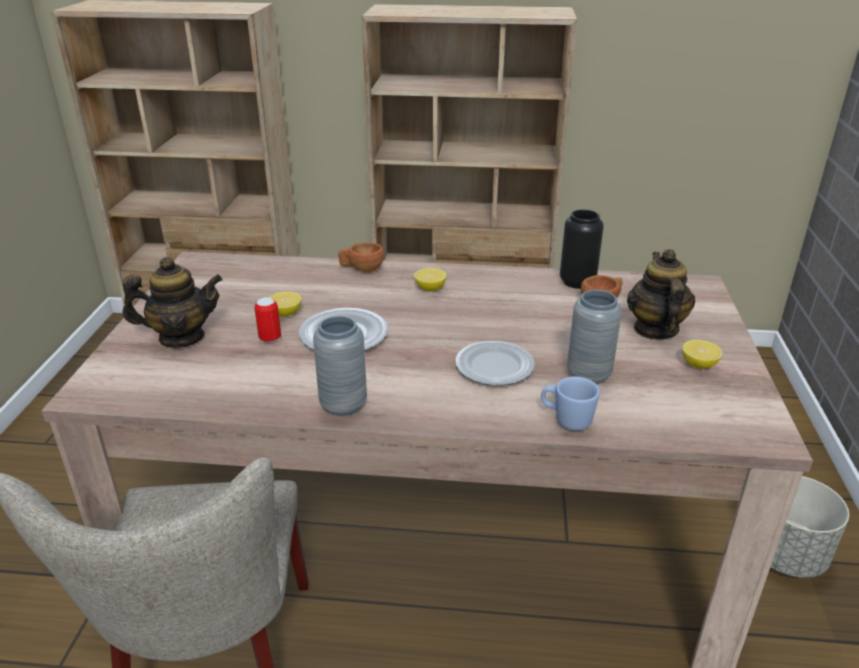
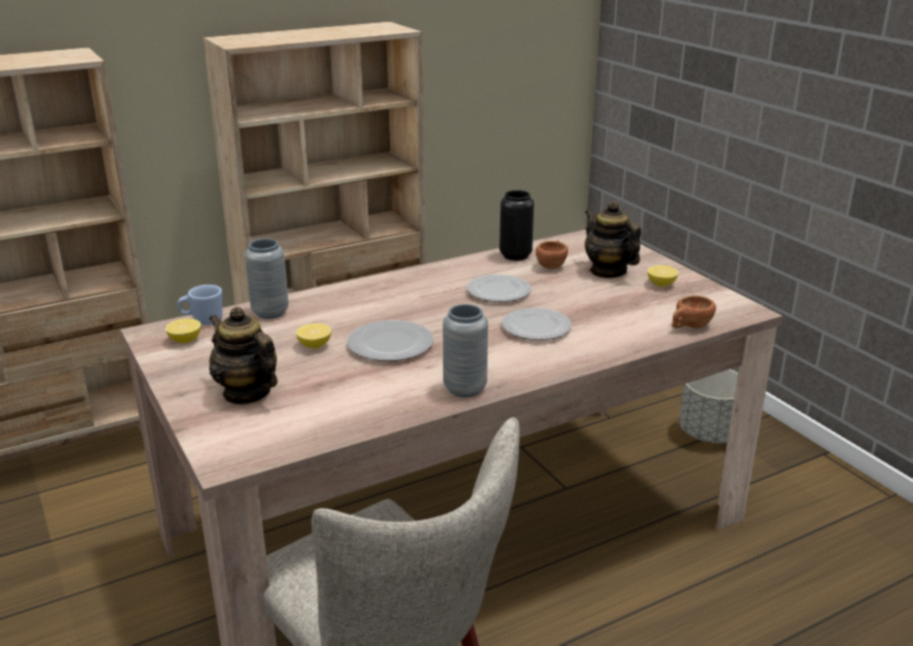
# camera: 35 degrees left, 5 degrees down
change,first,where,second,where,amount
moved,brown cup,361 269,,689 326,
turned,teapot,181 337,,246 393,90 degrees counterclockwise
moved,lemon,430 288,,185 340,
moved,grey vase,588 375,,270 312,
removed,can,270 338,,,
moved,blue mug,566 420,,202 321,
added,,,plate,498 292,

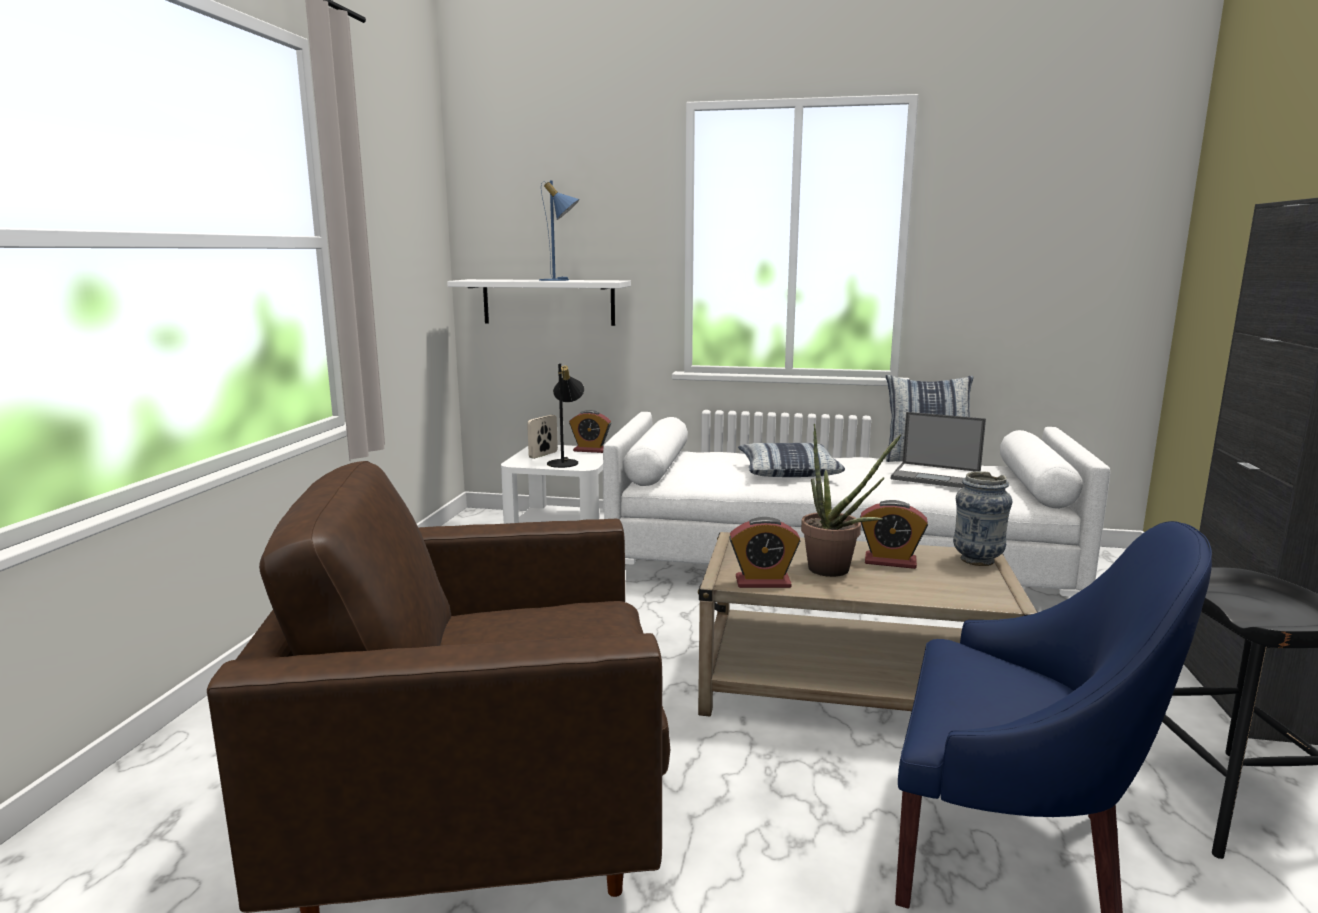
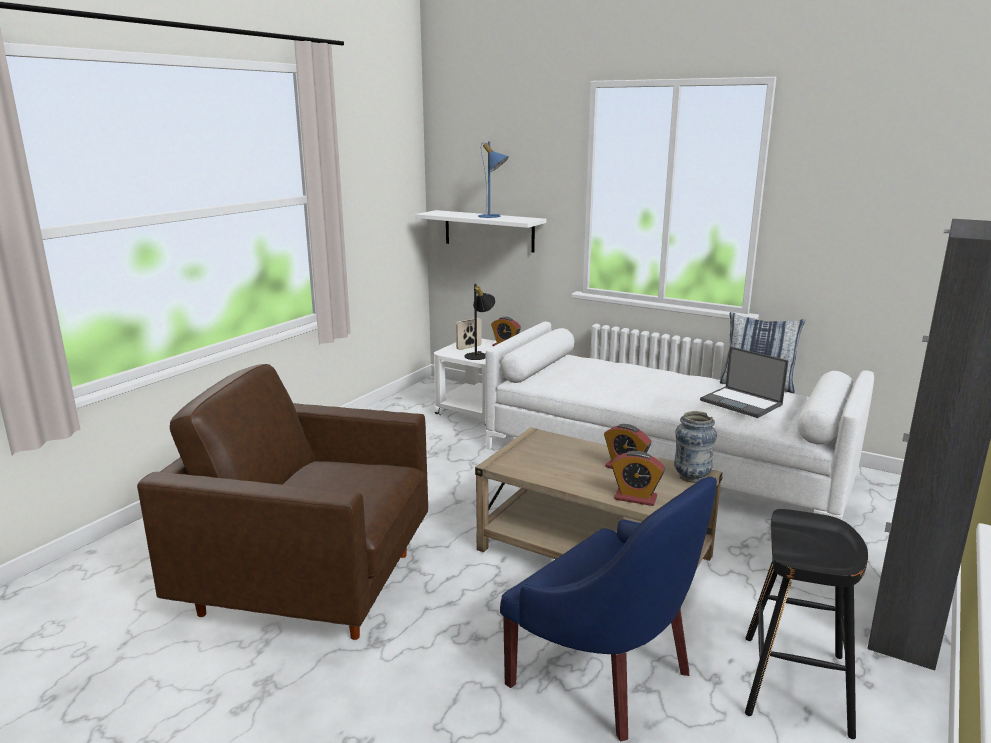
# camera: 20 degrees right, 5 degrees up
change,first,where,second,where,amount
removed,potted plant,836 572,,,
removed,pillow,788 471,,,
moved,alarm clock,763 582,,635 498,

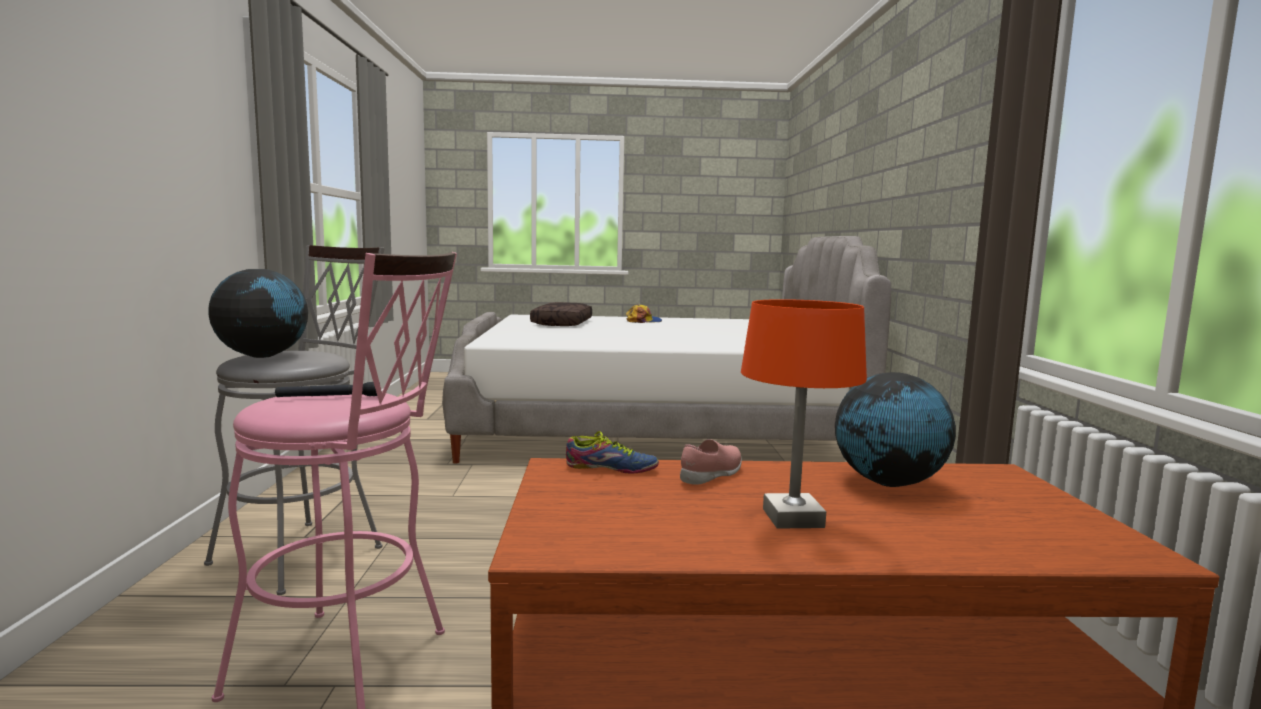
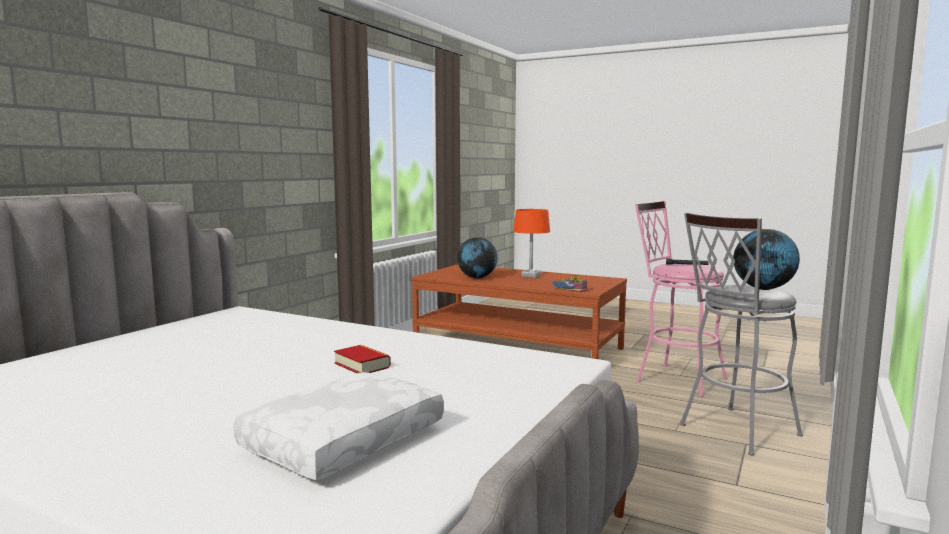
# camera: 150 degrees left, 0 degrees up
change,first,where,second,where,amount
recoloured,brown pillow,563 323,white pillow,344 440,
removed,cap,643 321,,,
removed,pink shoe,712 475,,,
added,,,book,362 365,

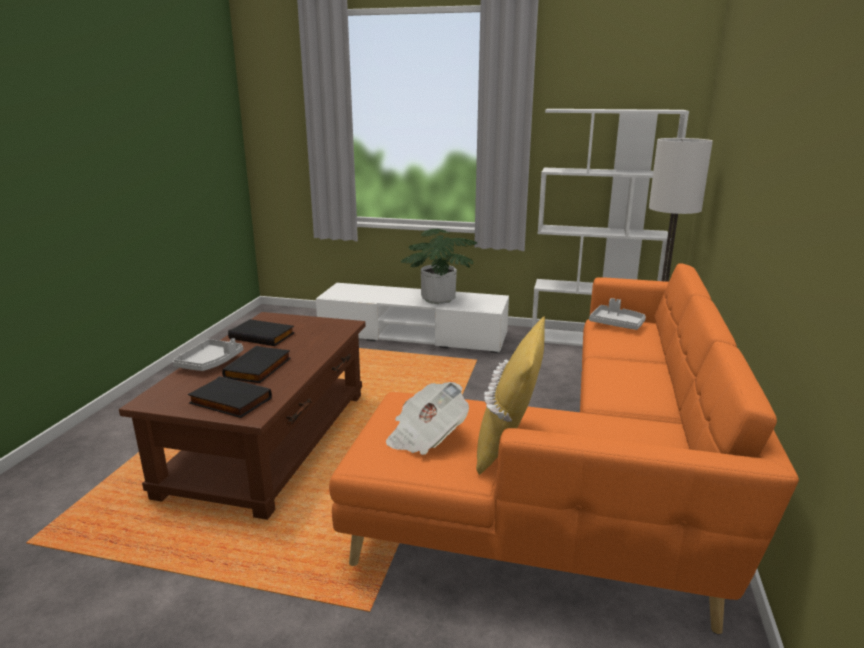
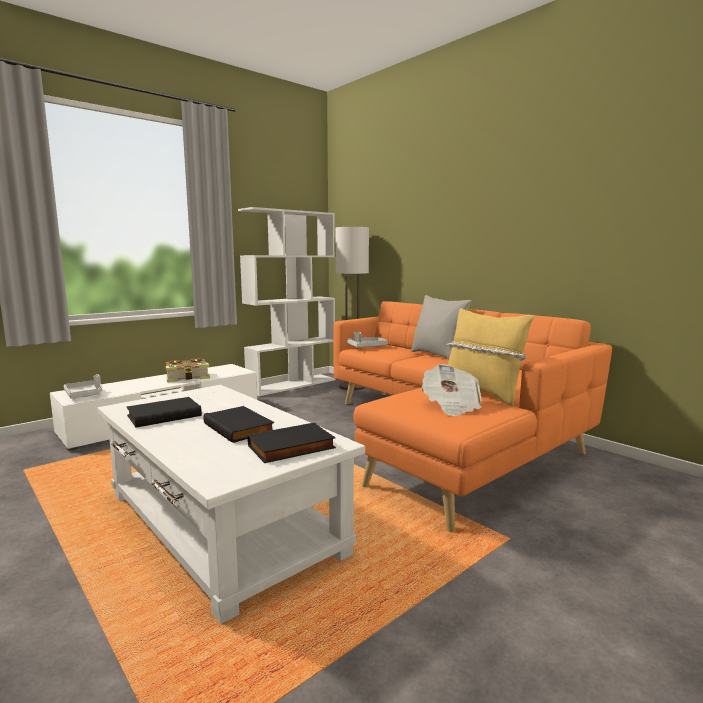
# camera: 55 degrees left, 10 degrees down
change,first,where,second,where,amount
replaced,potted plant,438 299,book,188 377,
recoloured,brown coffee table,269 441,white coffee table,221 523,
moved,grey tray,210 363,,85 395,
added,,,grey pillow,437 355,

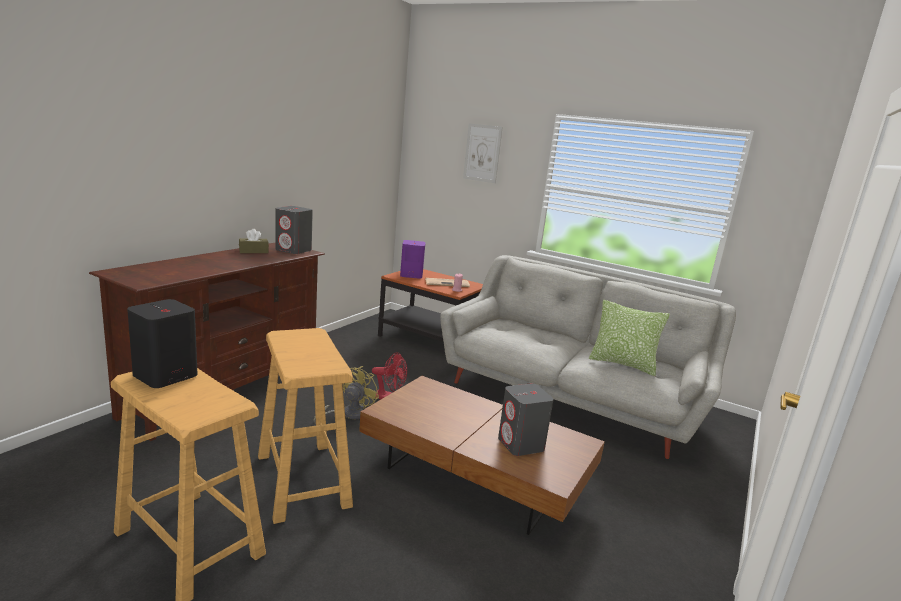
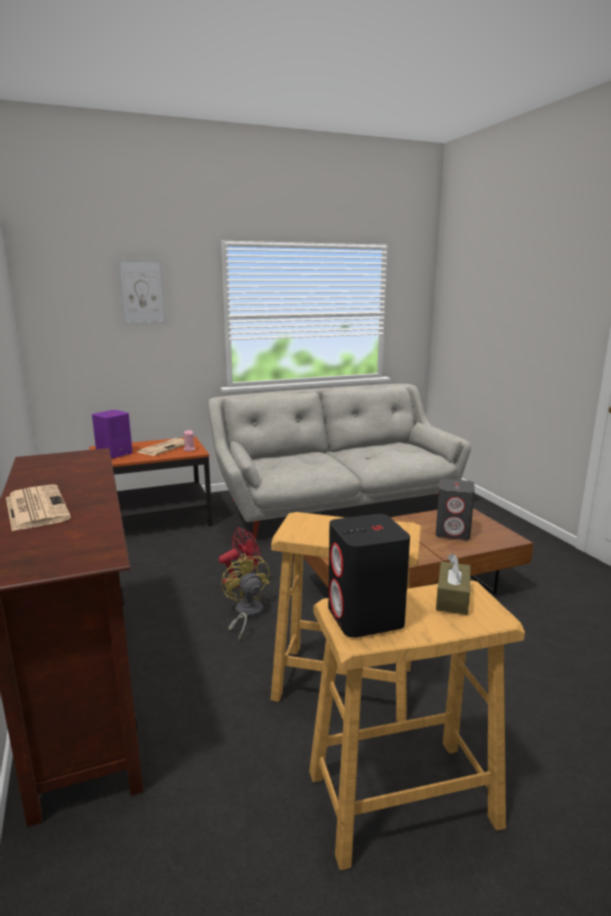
# camera: 50 degrees left, 0 degrees up
change,first,where,second,where,amount
removed,grey speaker,294 250,,,
moved,brown tissue box,253 251,,452 597,
removed,pillow,622 364,,,
added,,,newspaper,35 508,

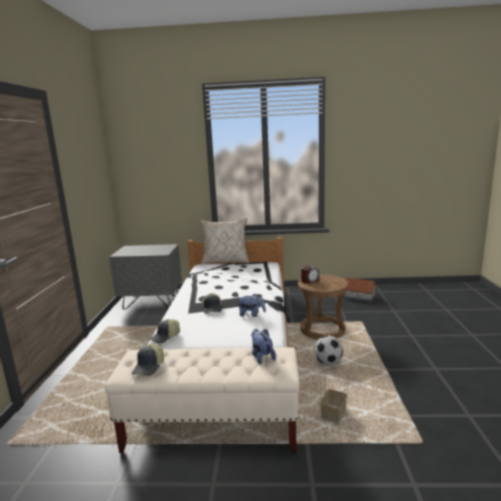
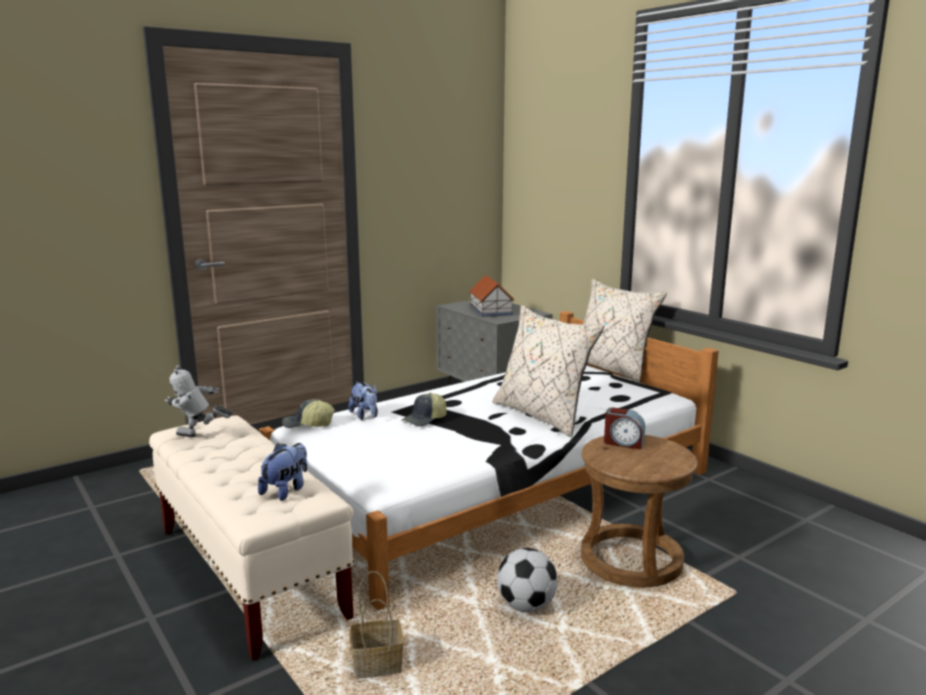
# camera: 50 degrees right, 0 degrees up
change,first,where,second,where,amount
moved,toy house,359 296,,490 310,
moved,plush toy,251 314,,365 416,
replaced,cap,149 367,toy robot,199 437,
added,,,beige pillow,543 415,

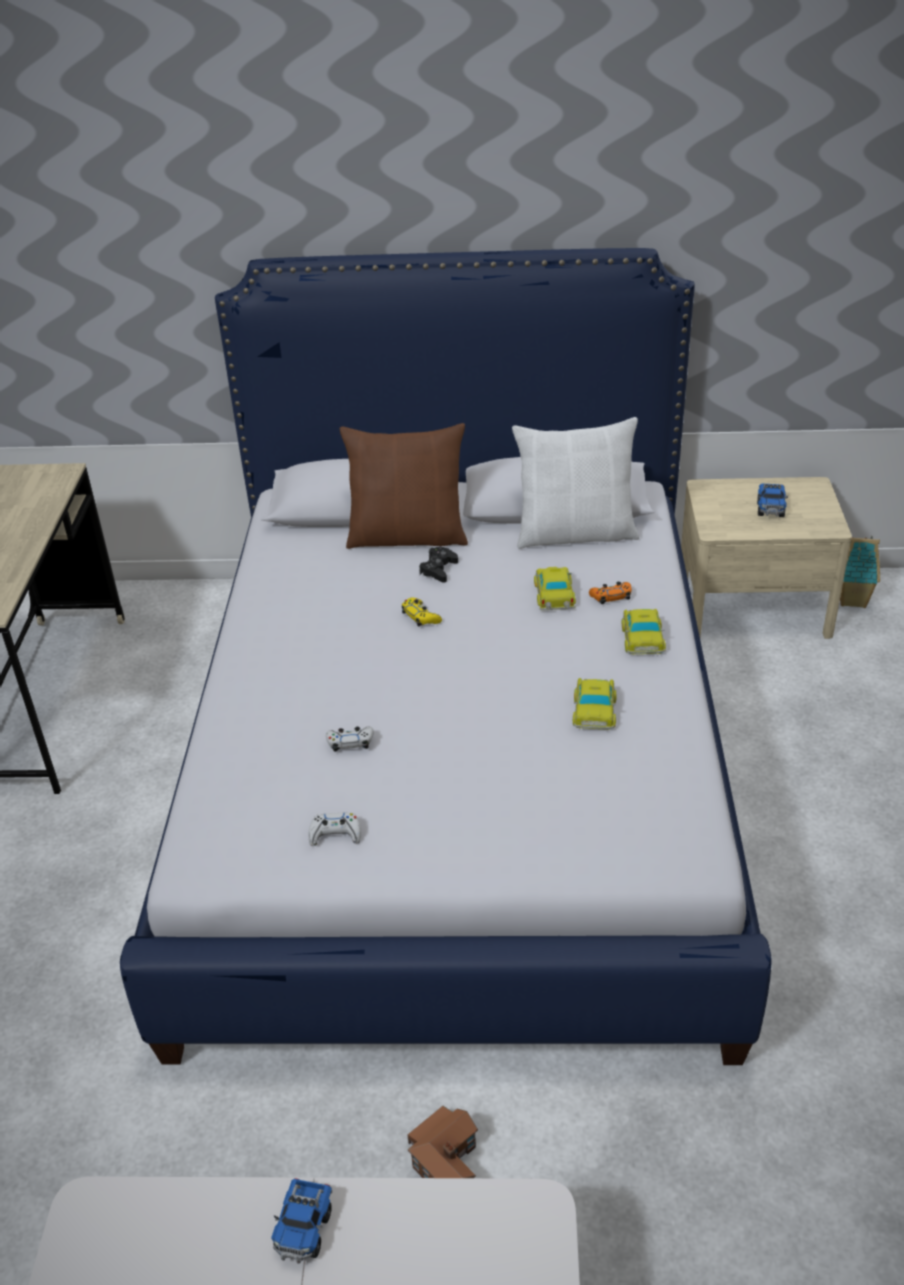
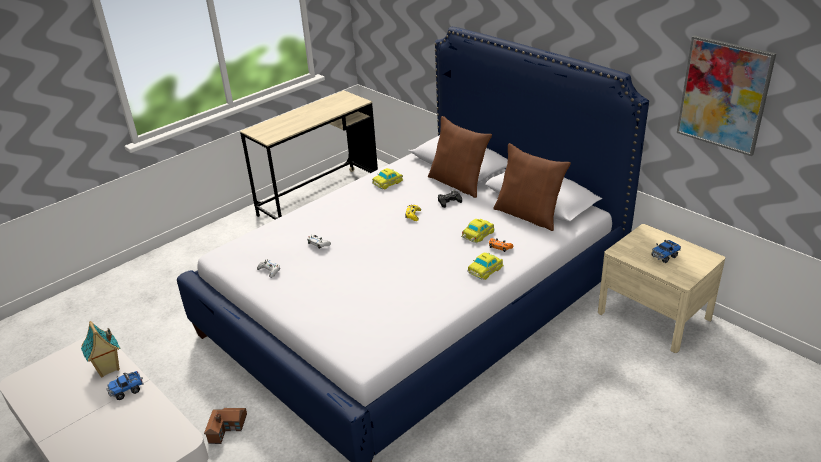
# camera: 45 degrees right, 5 degrees down
change,first,where,second,where,amount
recoloured,white pillow,575 533,brown pillow,528 215,
moved,toy house,854 600,,108 369,
moved,toy car,594 709,,388 182,
added,,,picture,724 95,

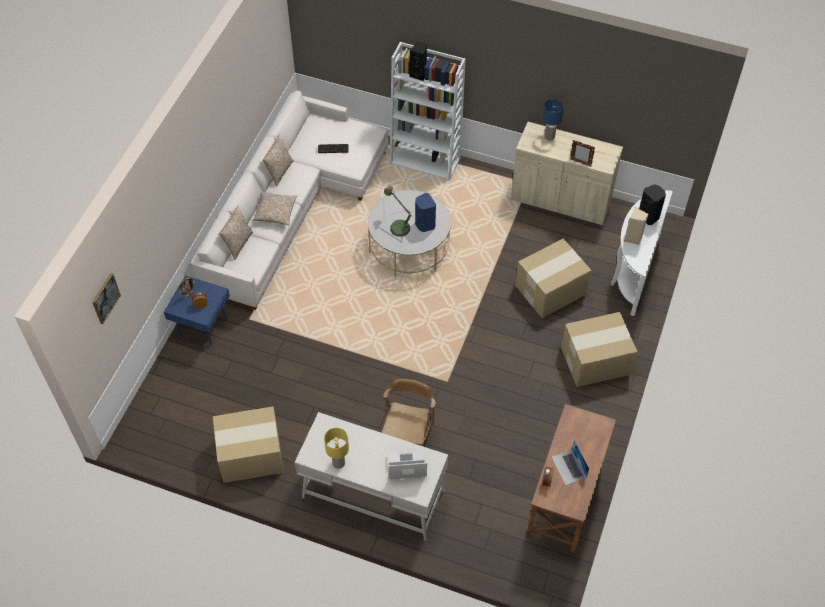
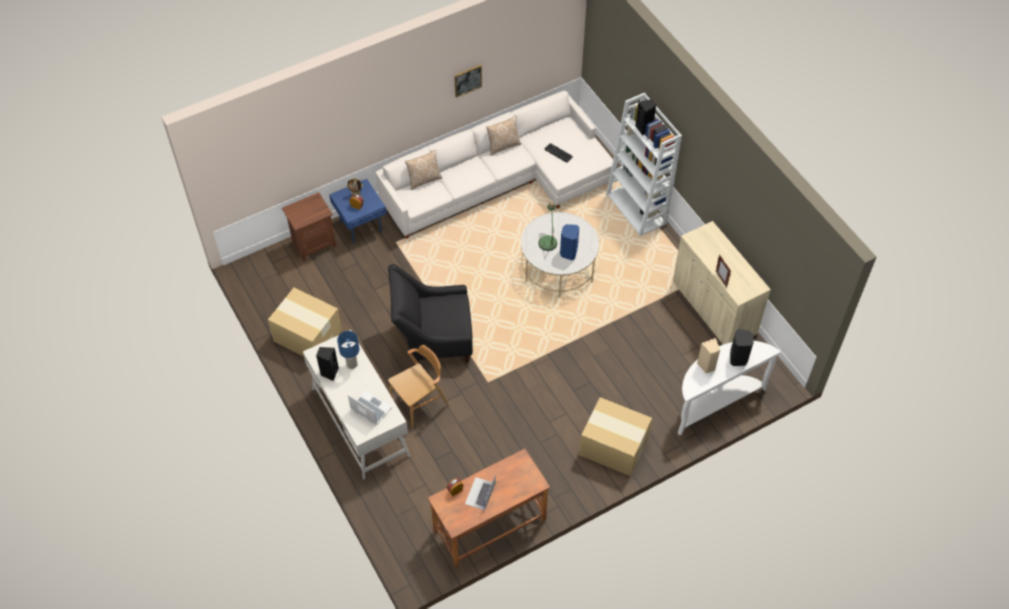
# camera: 40 degrees right, 0 degrees up
change,first,where,second,where,amount
moved,blue table lamp,550 137,,352 364,
removed,pillow,275 213,,,
removed,cardboard box,551 290,,,
moved,picture,105 298,,467 80,
replaced,yellow table lamp,338 463,black speaker,329 373,
added,,,brown nightstand,313 243,
added,,,black armchair,433 339,

